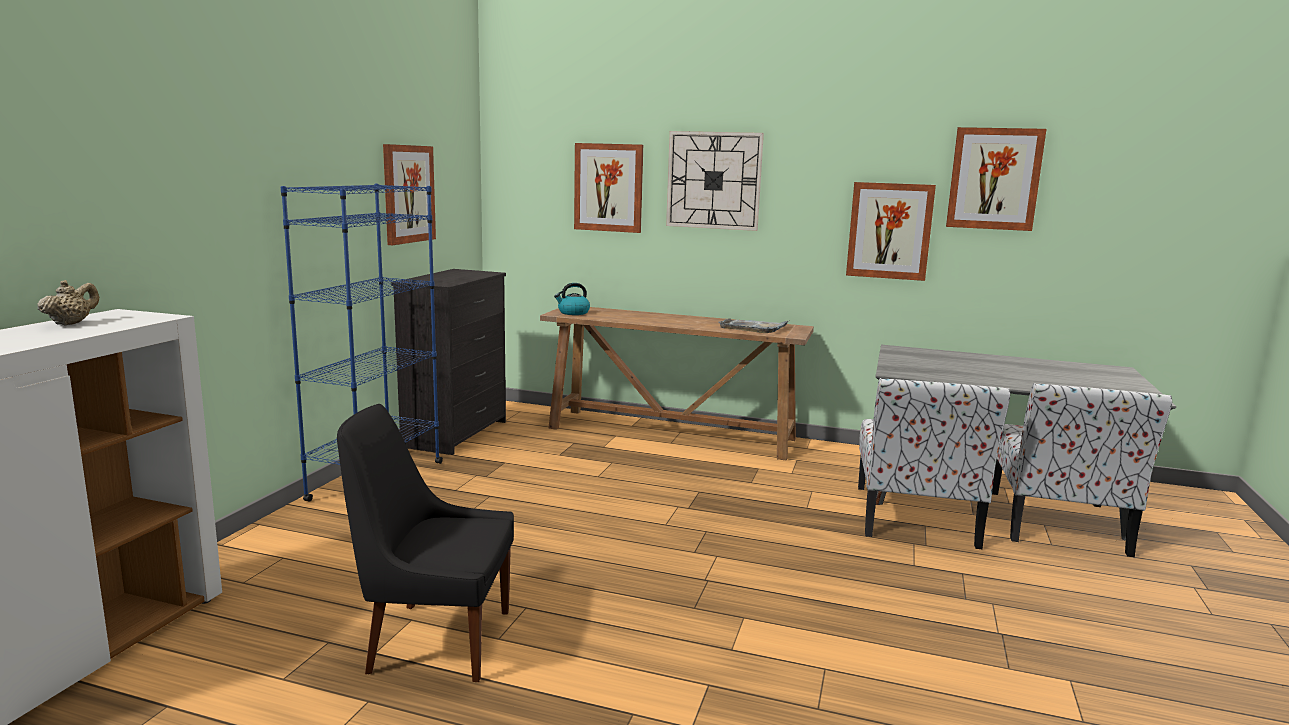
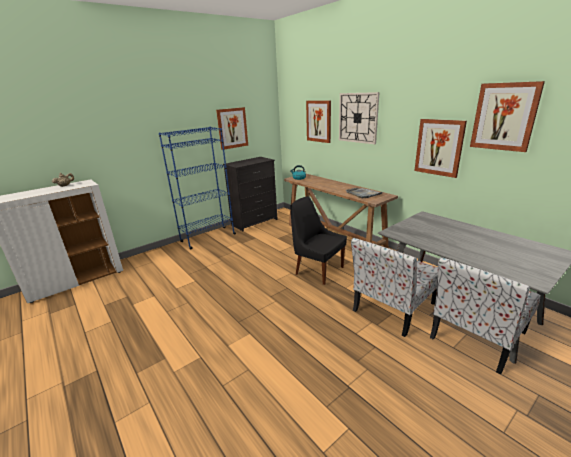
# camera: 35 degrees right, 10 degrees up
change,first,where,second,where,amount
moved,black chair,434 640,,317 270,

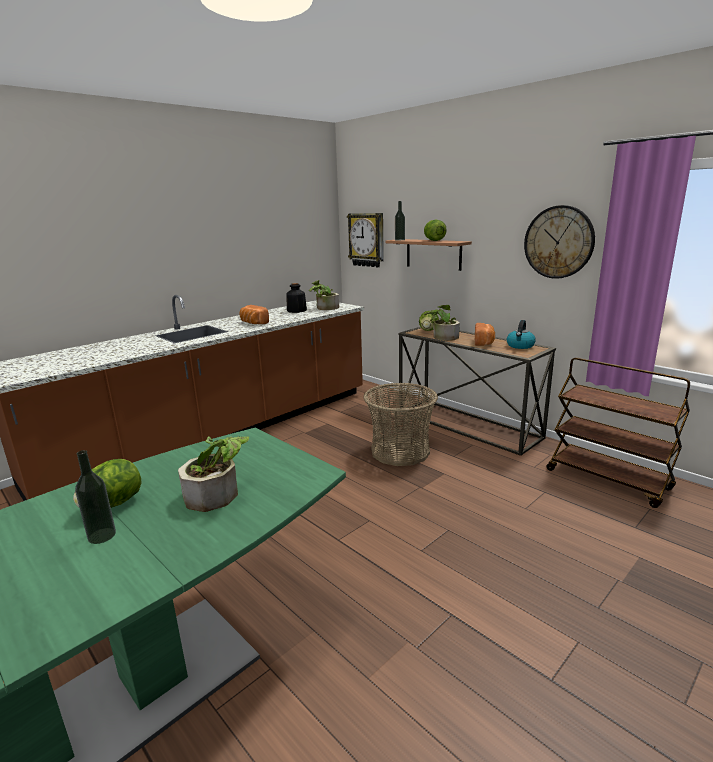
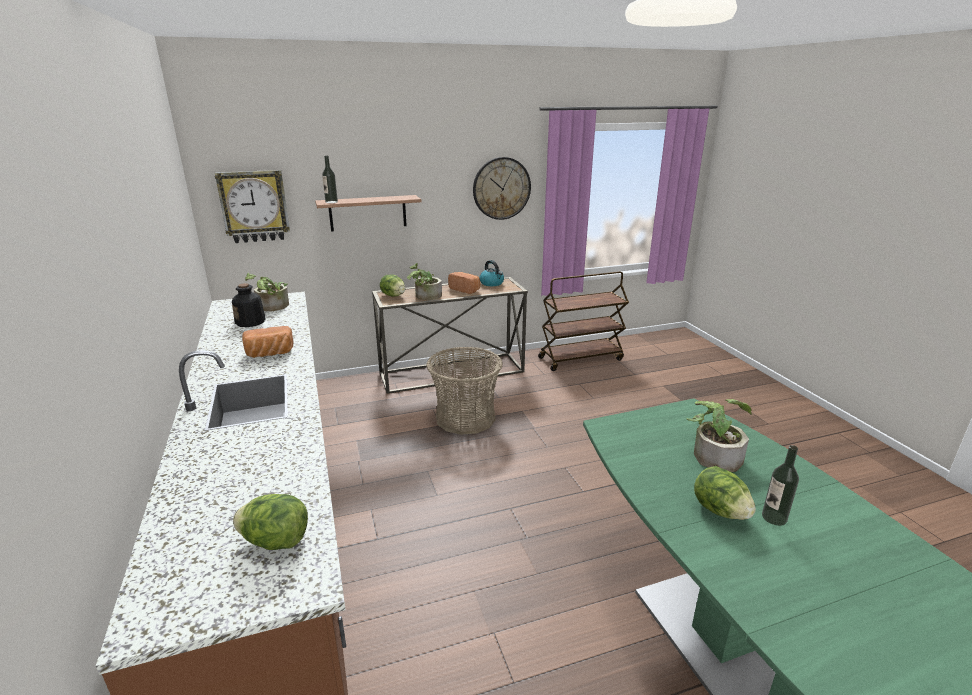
# camera: 65 degrees left, 5 degrees up
change,first,where,second,where,amount
moved,lettuce,434 240,,276 541,

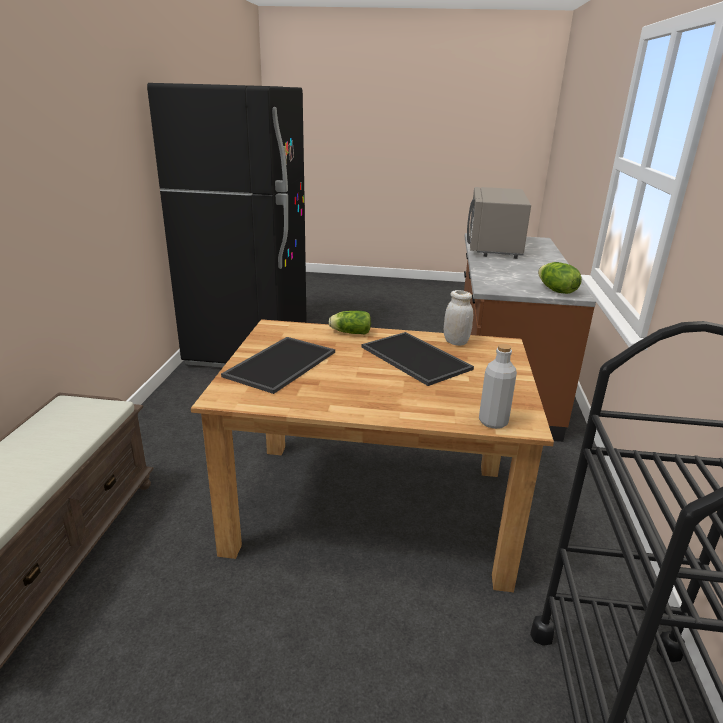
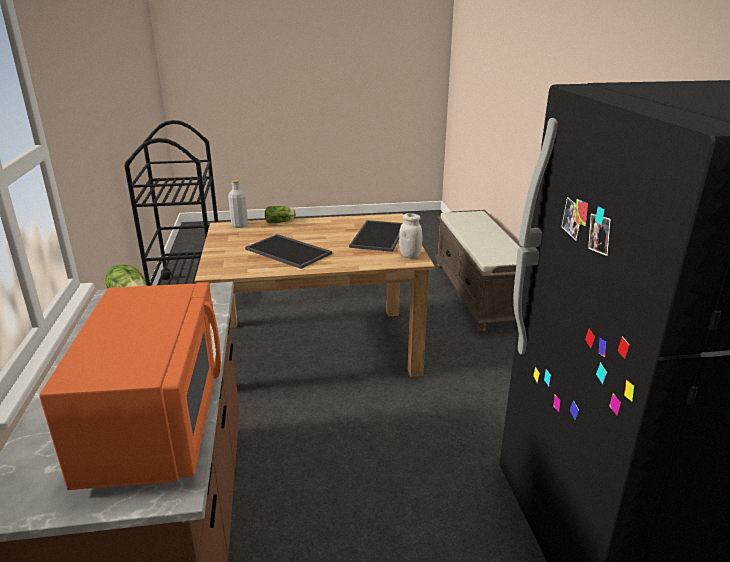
# camera: 165 degrees right, 0 degrees up
change,first,where,second,where,amount
recoloured,grey microwave,494 247,orange microwave,156 422,
moved,white jar,456 342,,410 255,
moved,lettuce,349 332,,281 222,

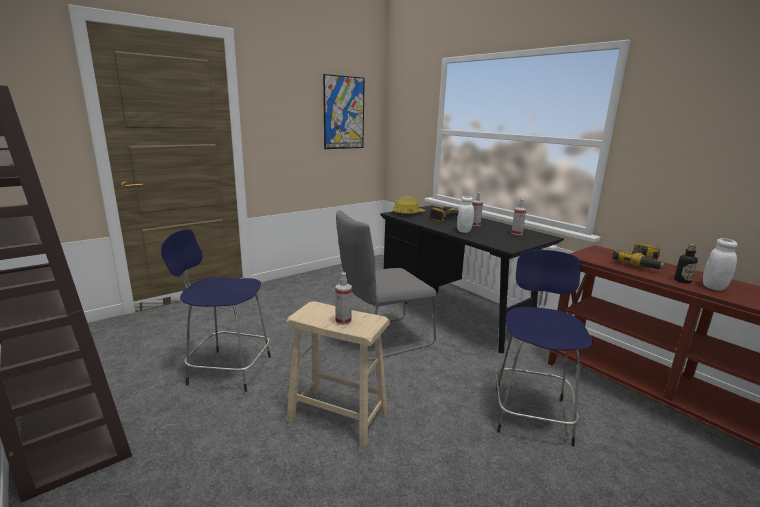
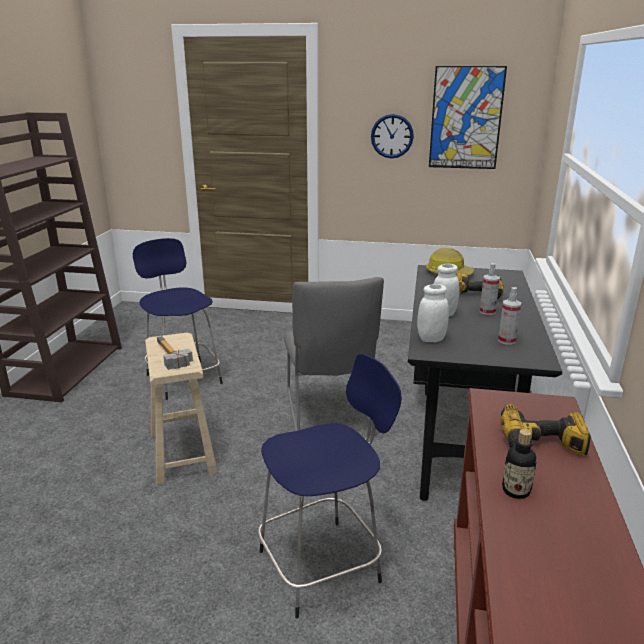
# camera: 50 degrees right, 5 degrees up
change,first,where,second,where,amount
turned,grey chair,382 339,,329 416,120 degrees counterclockwise
moved,white jar,713 287,,431 339,
replaced,spray bottle,343 321,hammer,168 357,
added,,,wall clock,392 136,

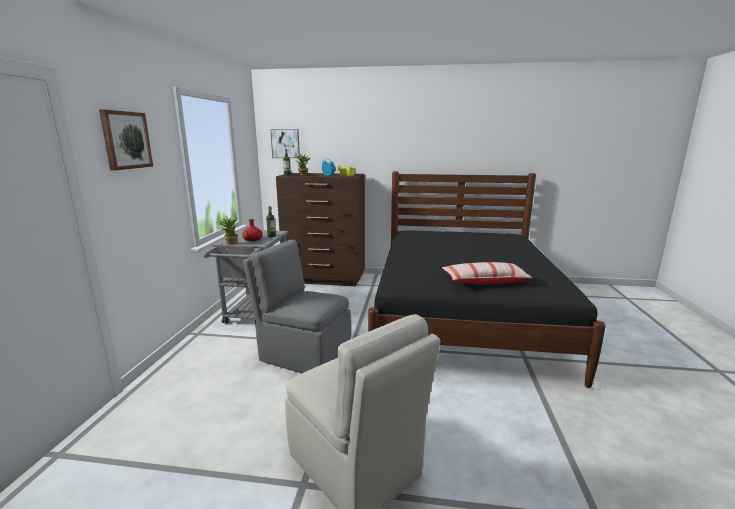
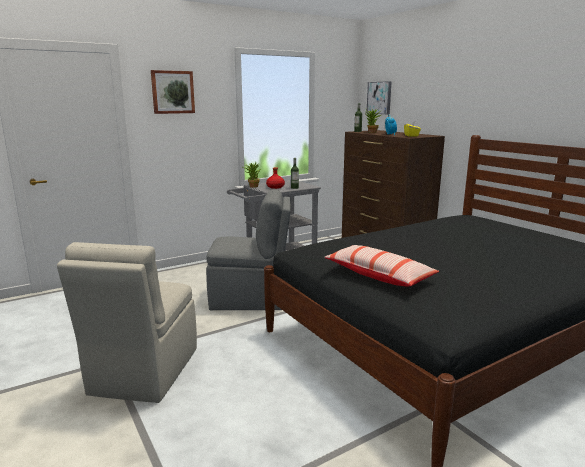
# camera: 50 degrees right, 0 degrees up
change,first,where,second,where,amount
turned,grey chair,303 355,,250 299,105 degrees clockwise

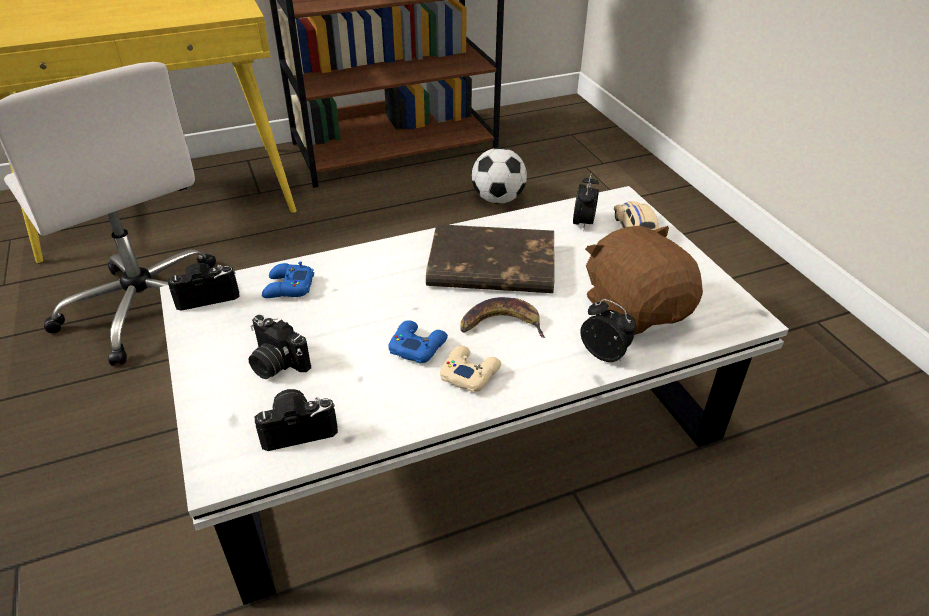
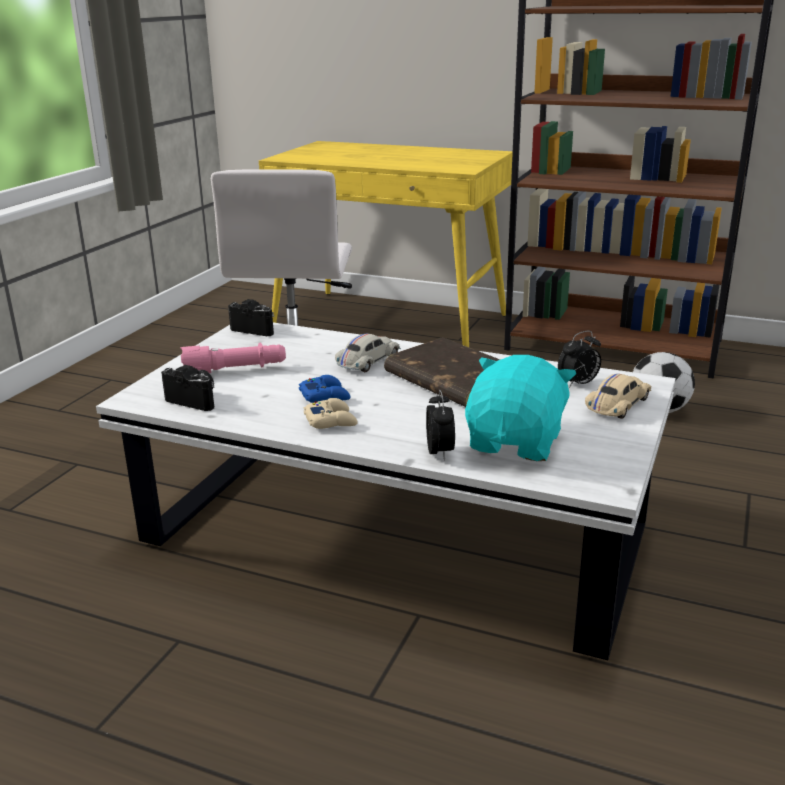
# camera: 45 degrees right, 15 degrees down
change,first,where,second,where,amount
recoloured,brown plush toy,636 310,turquoise plush toy,516 443,
removed,blue game controller,288 287,,,
removed,banana,501 324,,,
replaced,photo camera,276 363,pink flashlight,235 370,
added,,,white toy car,368 361,

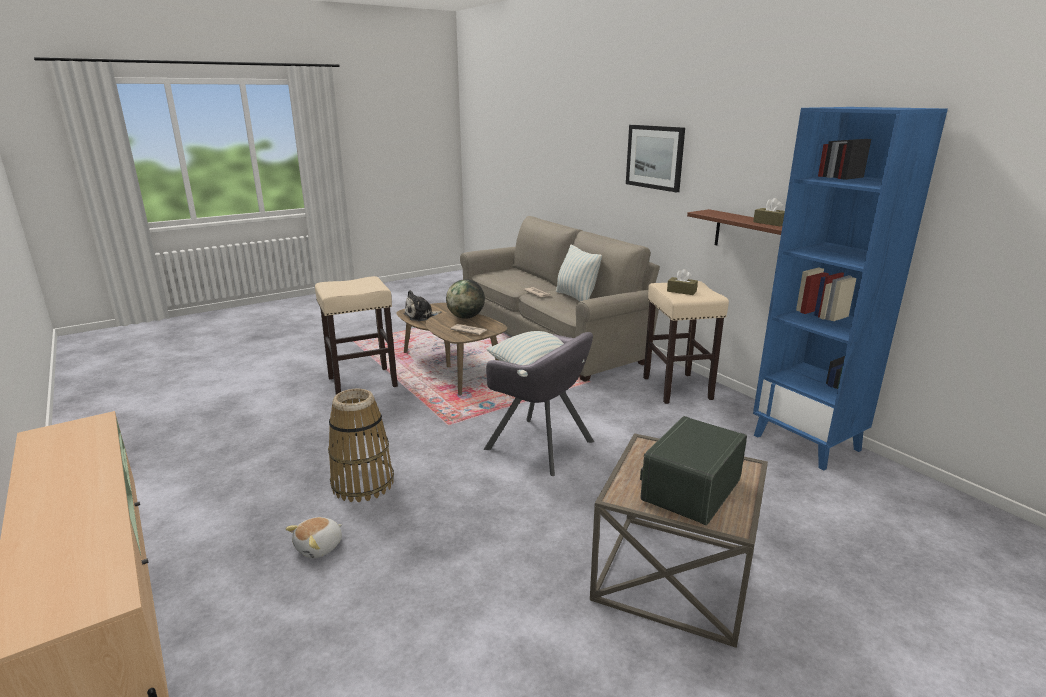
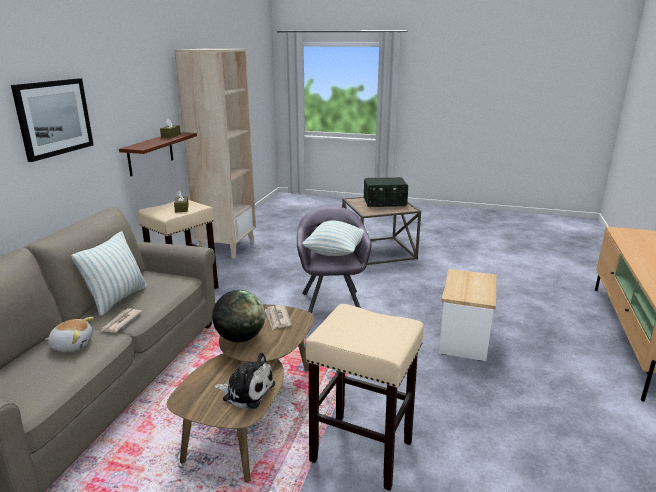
# camera: 130 degrees left, 0 degrees up
change,first,where,second,where,amount
recoloured,blue bookcase,807 443,beige bookcase,227 247,
replaced,basket,362 483,side table,463 339,
moved,plush toy,320 547,,72 345,

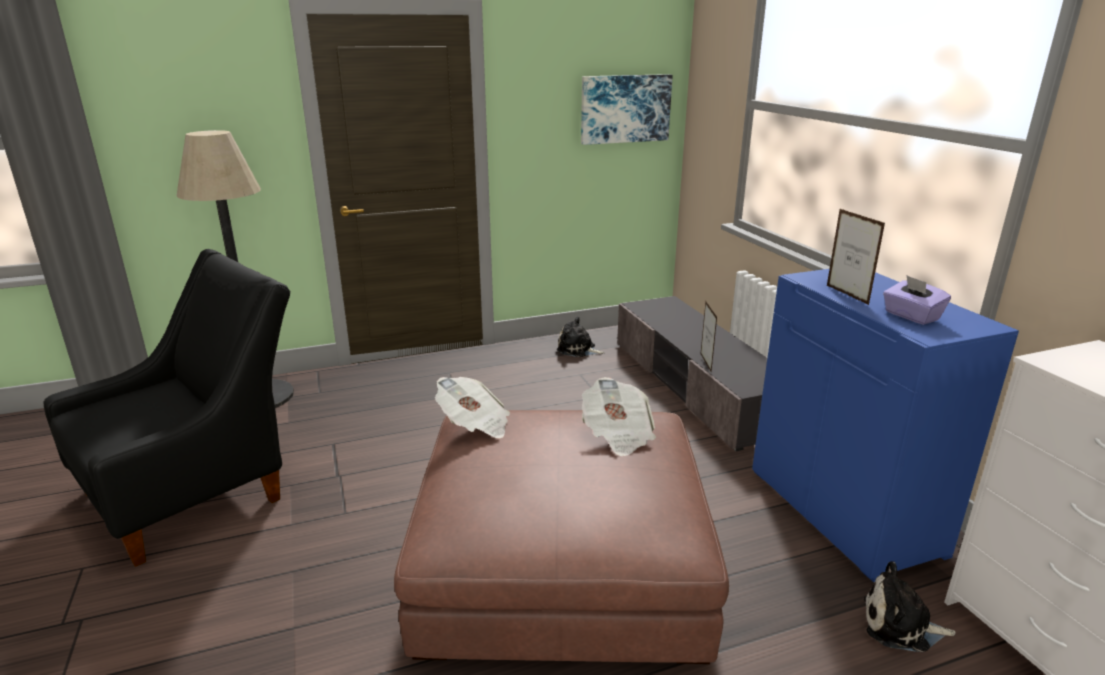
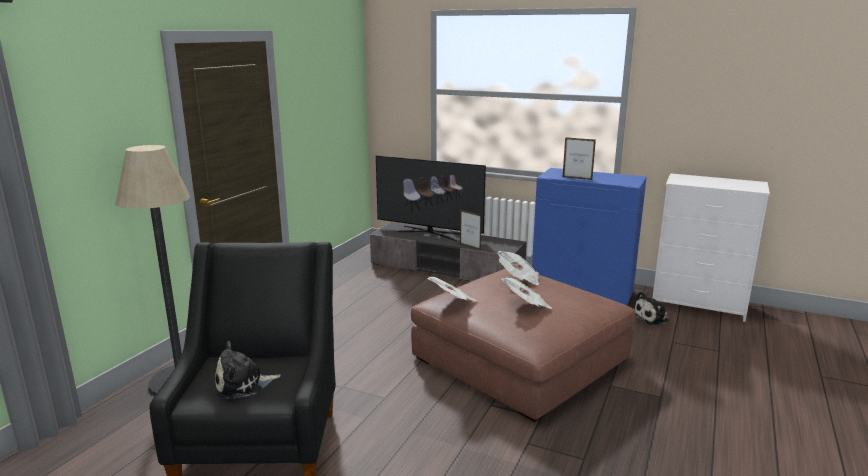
# camera: 45 degrees left, 5 degrees down
change,first,where,second,where,amount
removed,picture,625 109,,,
removed,purple tissue box,911 316,,,
moved,plush toy,578 349,,243 384,
added,,,television,429 233,
added,,,newspaper,526 305,

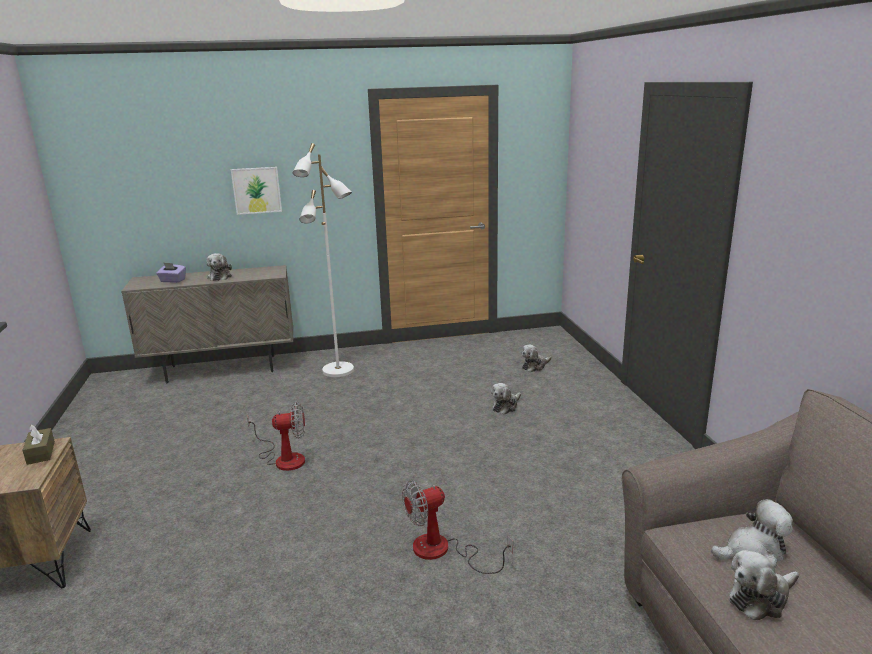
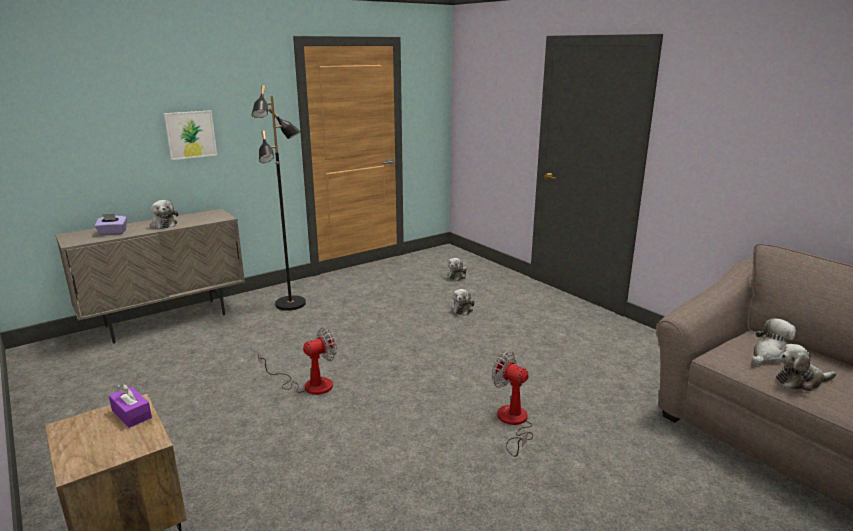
# camera: 25 degrees left, 0 degrees up
change,first,where,second,where,amount
recoloured,white floor lamp,338 371,black floor lamp,291 304,
recoloured,brown tissue box,41 453,purple tissue box,131 414,
turned,fan,443 551,,513 423,90 degrees clockwise
turned,plush toy,760 598,,800 381,45 degrees clockwise

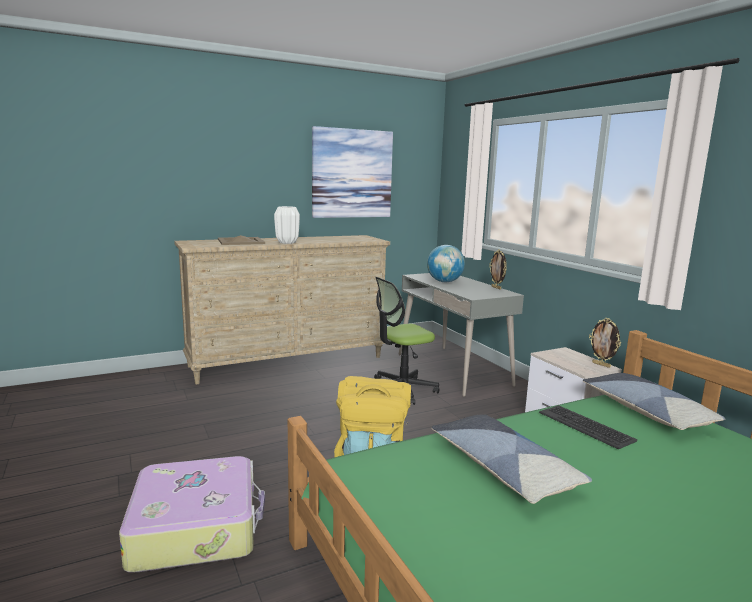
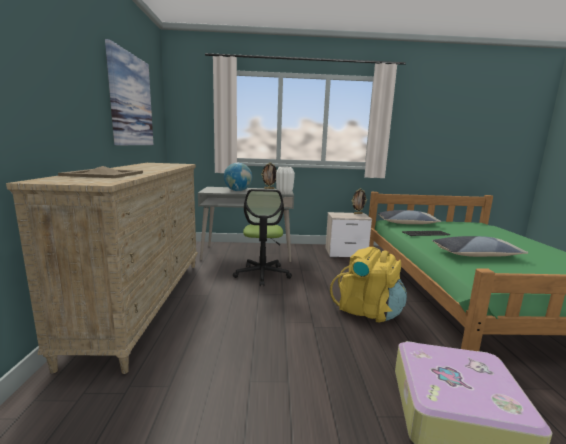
# camera: 65 degrees left, 0 degrees up
change,first,where,second,where,amount
moved,white vase,287 242,,284 193,

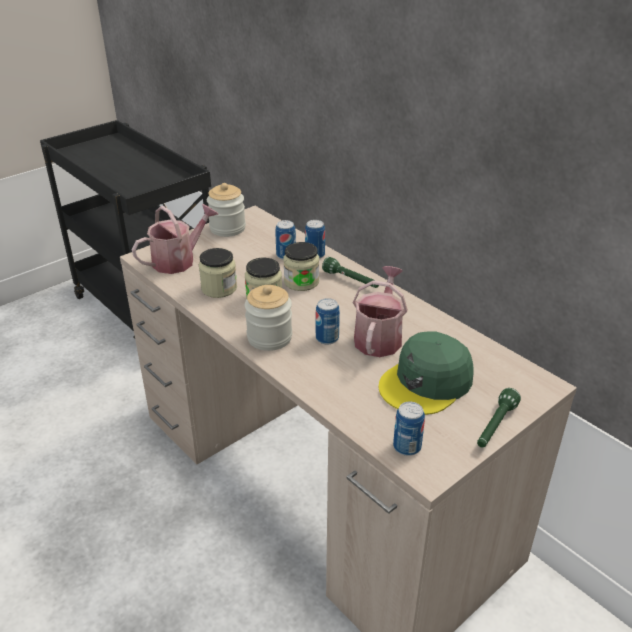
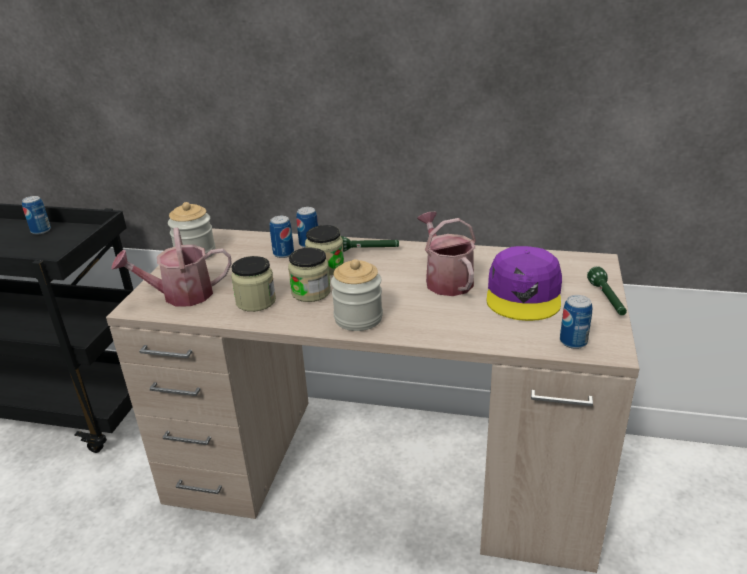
# camera: 35 degrees left, 5 degrees down
change,first,where,second,where,amount
turned,watering can,179 260,,180 295,120 degrees counterclockwise
moved,can,327 338,,41 231,
recoloured,green cap,426 383,purple cap,524 294,

